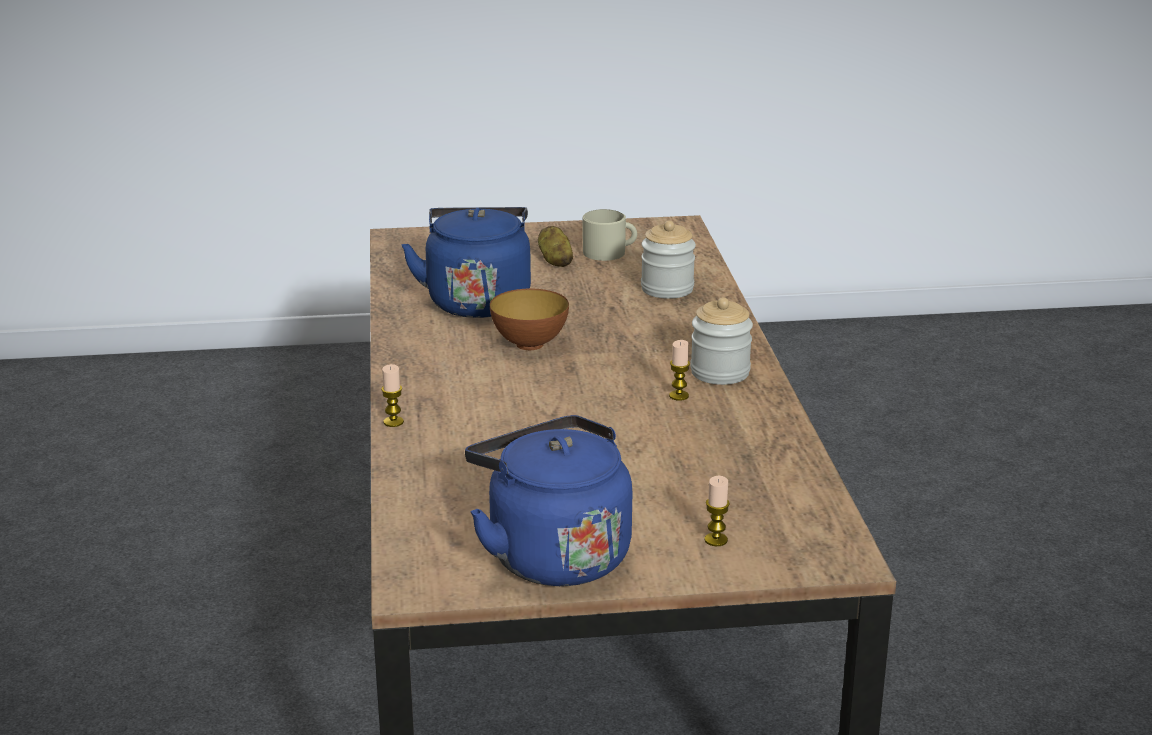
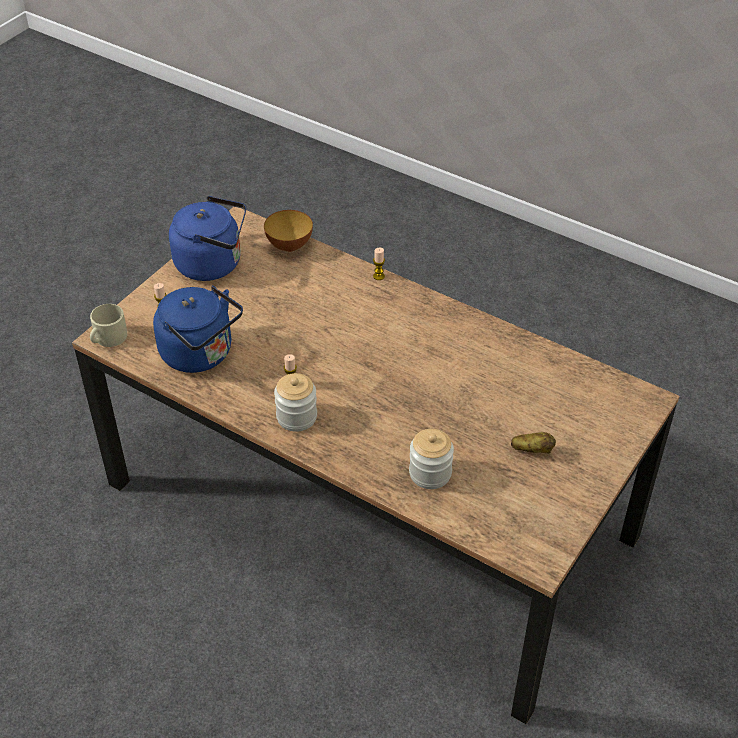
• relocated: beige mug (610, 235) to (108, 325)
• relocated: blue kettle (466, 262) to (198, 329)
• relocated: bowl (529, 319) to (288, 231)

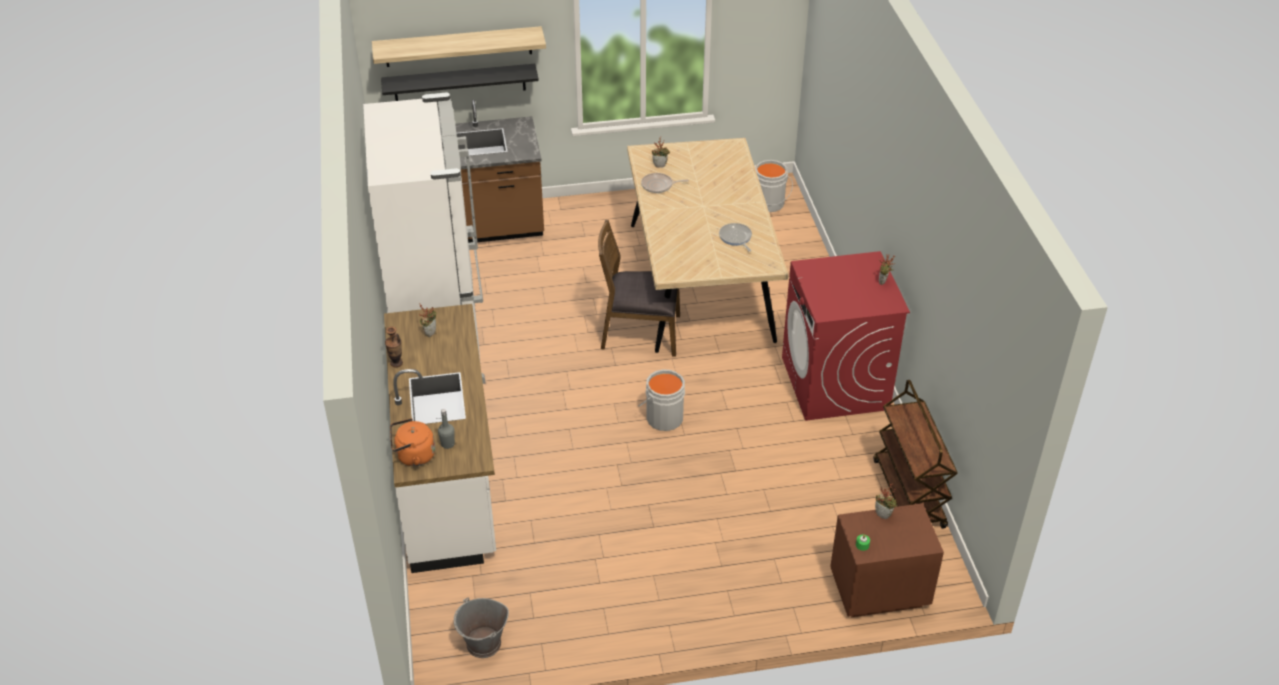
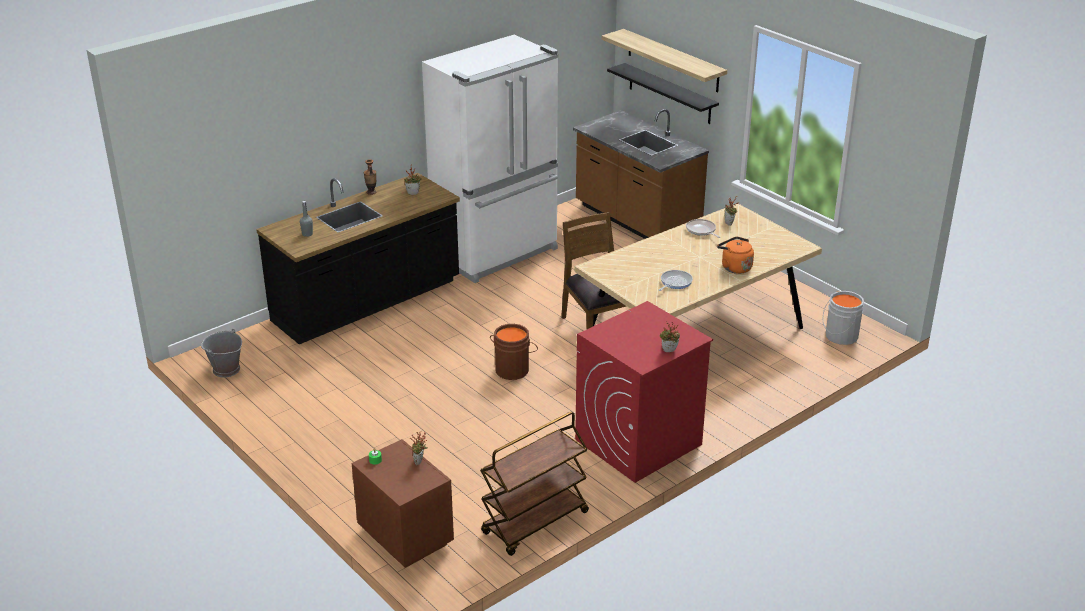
• colour: white counter (440, 438) to black counter (358, 258)
• colour: grey bucket (661, 400) to brown bucket (514, 352)
• relocated: orange kettle (412, 442) to (735, 255)

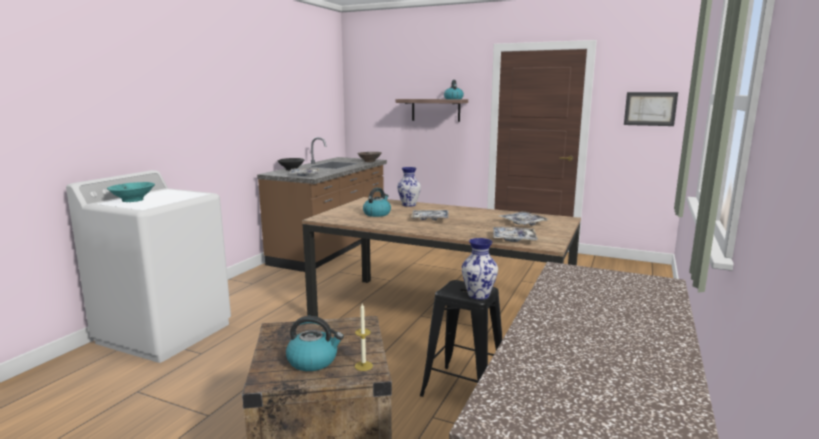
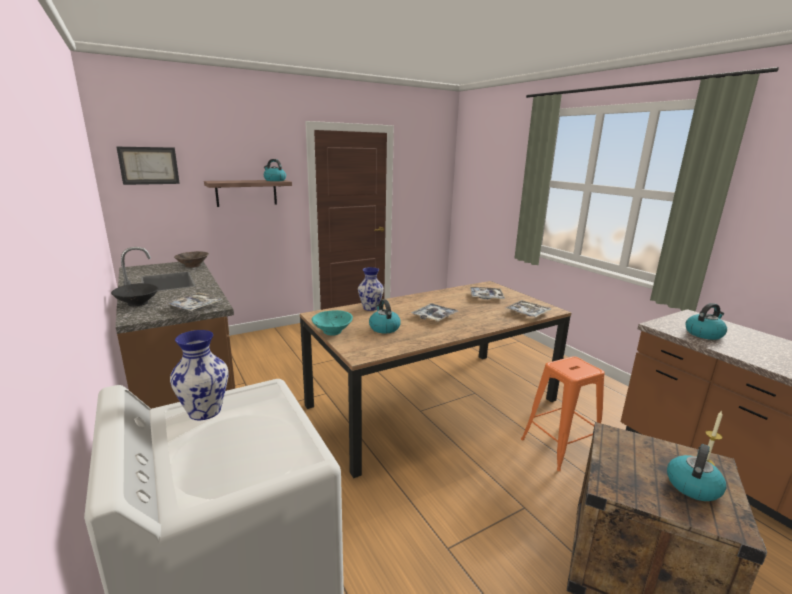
• relocated: picture (651, 109) to (148, 166)
• relocated: vase (480, 269) to (199, 375)
• relocated: turquoise bowl (131, 192) to (332, 323)
• colour: black stool (461, 338) to orange stool (563, 413)
• appeared: kettle (706, 321)

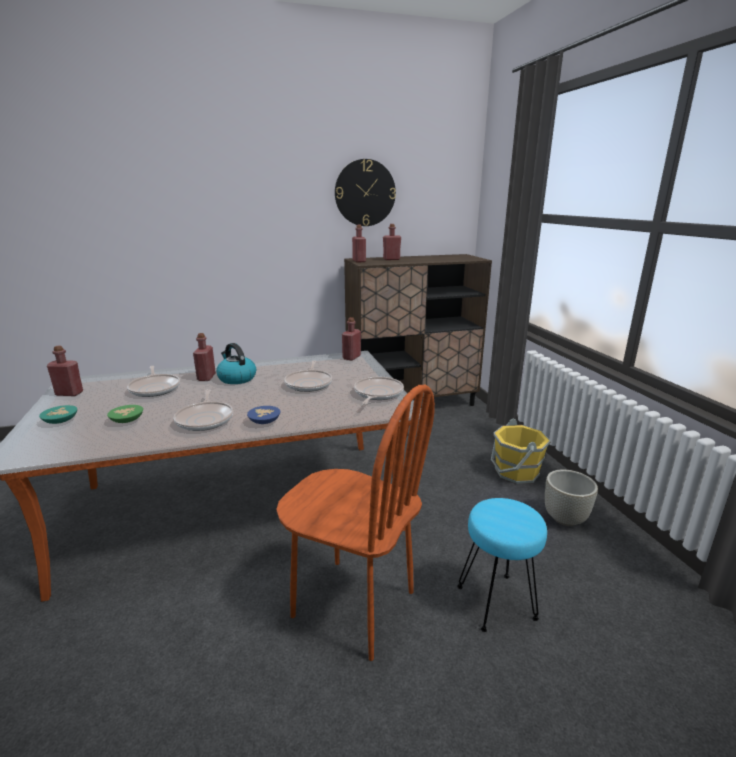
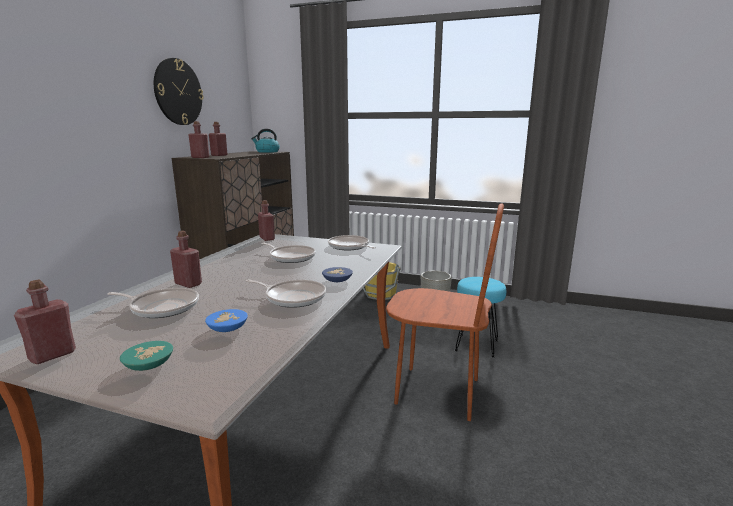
• colour: green bowl (125, 414) to blue bowl (226, 320)
• relocated: kettle (236, 363) to (265, 141)
• spun: brown chair (355, 523) = (445, 312) 45 degrees clockwise

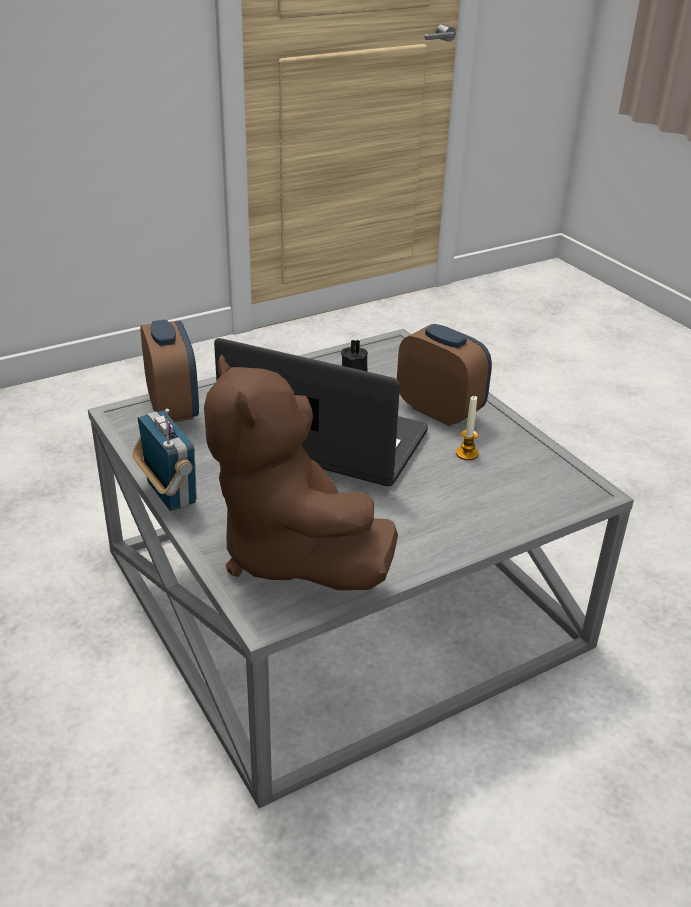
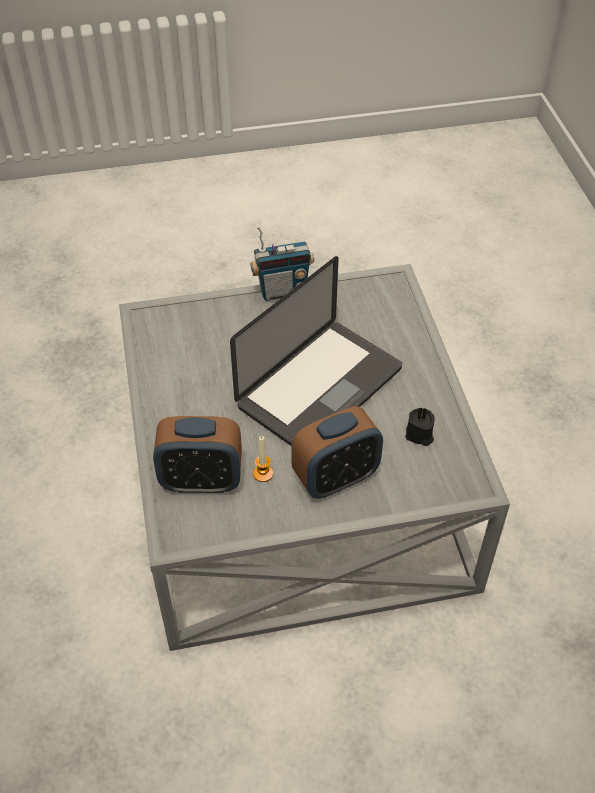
• relocated: alarm clock (169, 371) to (197, 454)
• missing: brown plush toy (301, 472)

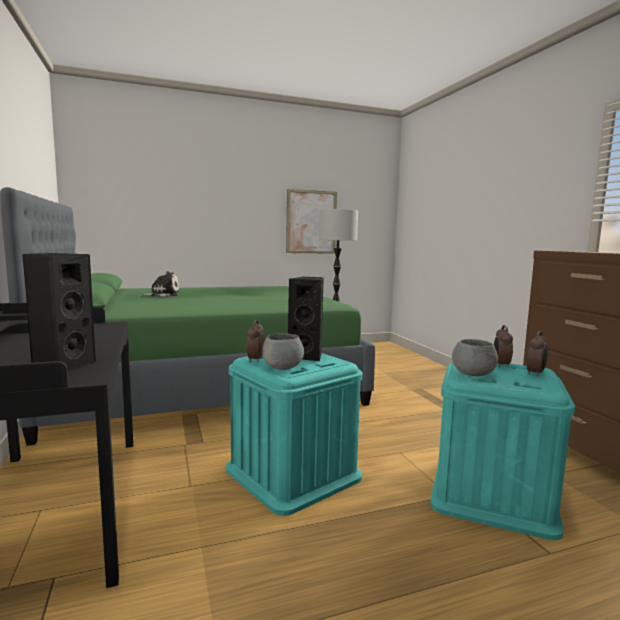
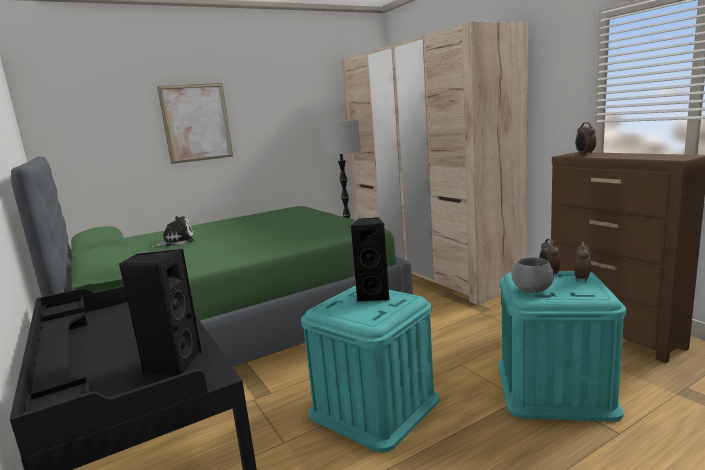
• relocated: picture (311, 221) to (195, 123)
• appeared: beige wardrobe (434, 163)
• relocated: alarm clock (255, 341) to (585, 138)
• missing: grey bowl (283, 351)

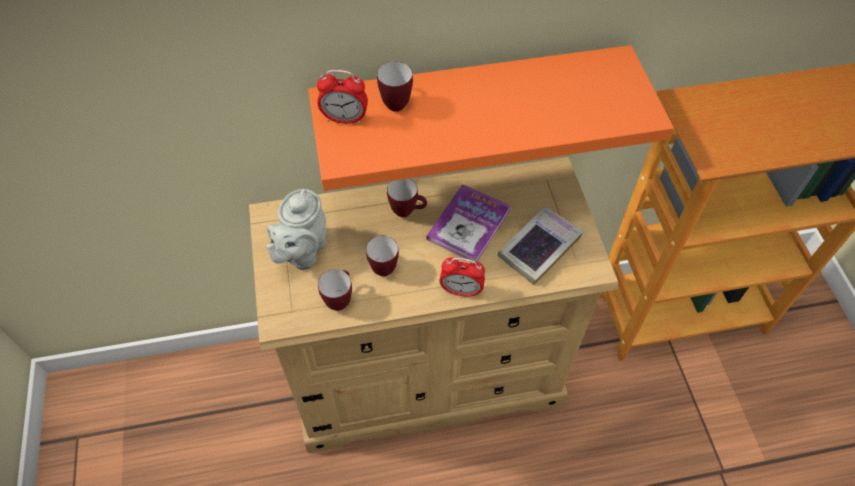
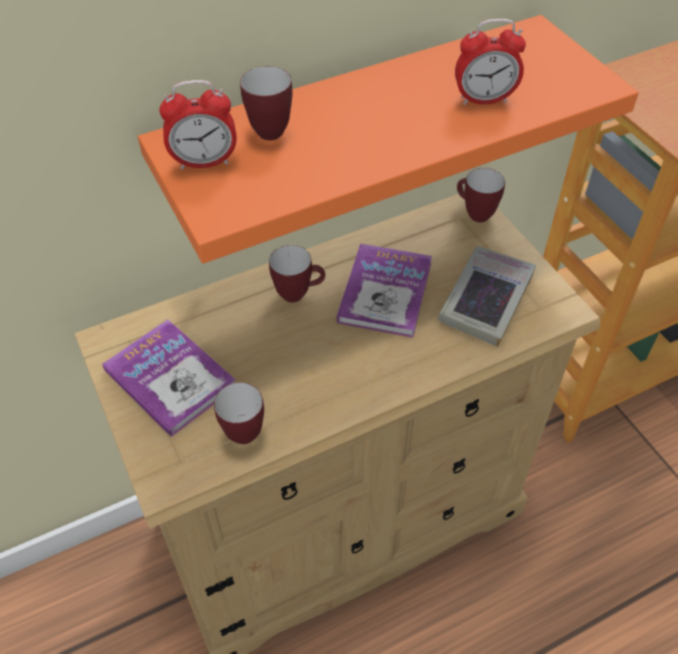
• exchanged: grey teapot (296, 229) to book (169, 378)
• relocated: alarm clock (462, 277) to (490, 62)
• relocated: mug (382, 256) to (481, 195)

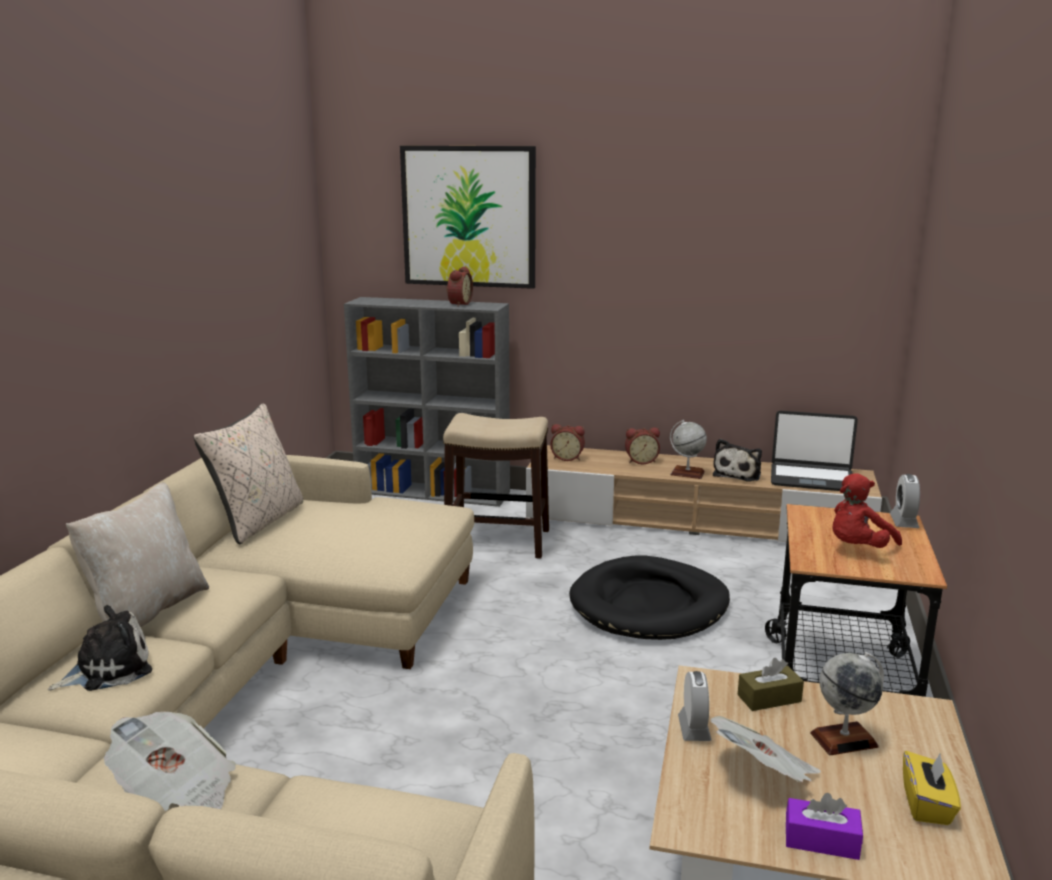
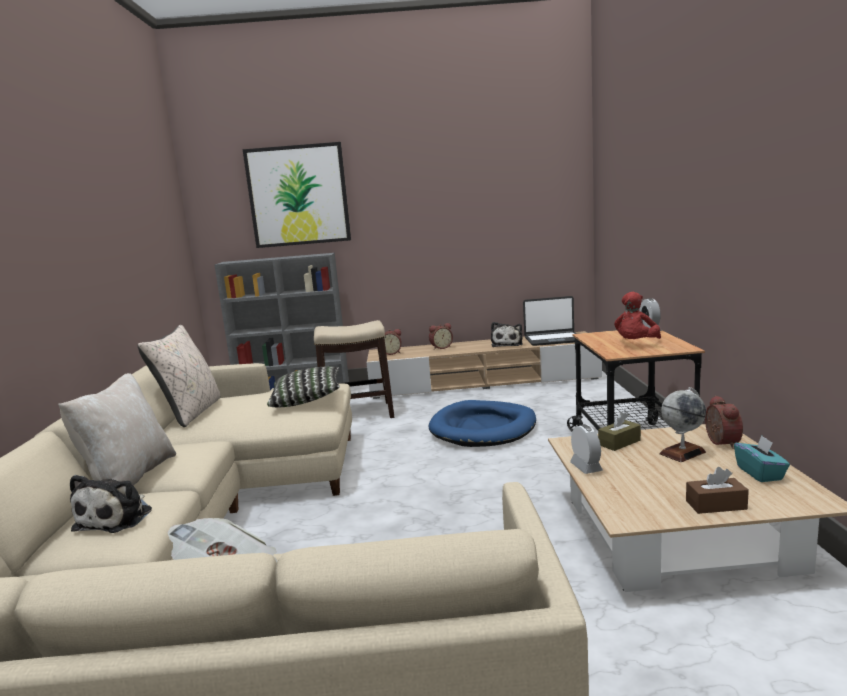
• spun: plush toy (100, 648) = (111, 504) 150 degrees clockwise
• appeared: pillow (303, 386)
• colour: black dog bed (649, 597) to blue dog bed (482, 423)
• colour: purple tissue box (824, 826) to brown tissue box (717, 490)
• relocated: alarm clock (459, 286) to (724, 422)
• colour: yellow tissue box (932, 788) to turquoise tissue box (762, 458)
• missing: globe (688, 449)
• missing: newspaper (765, 749)

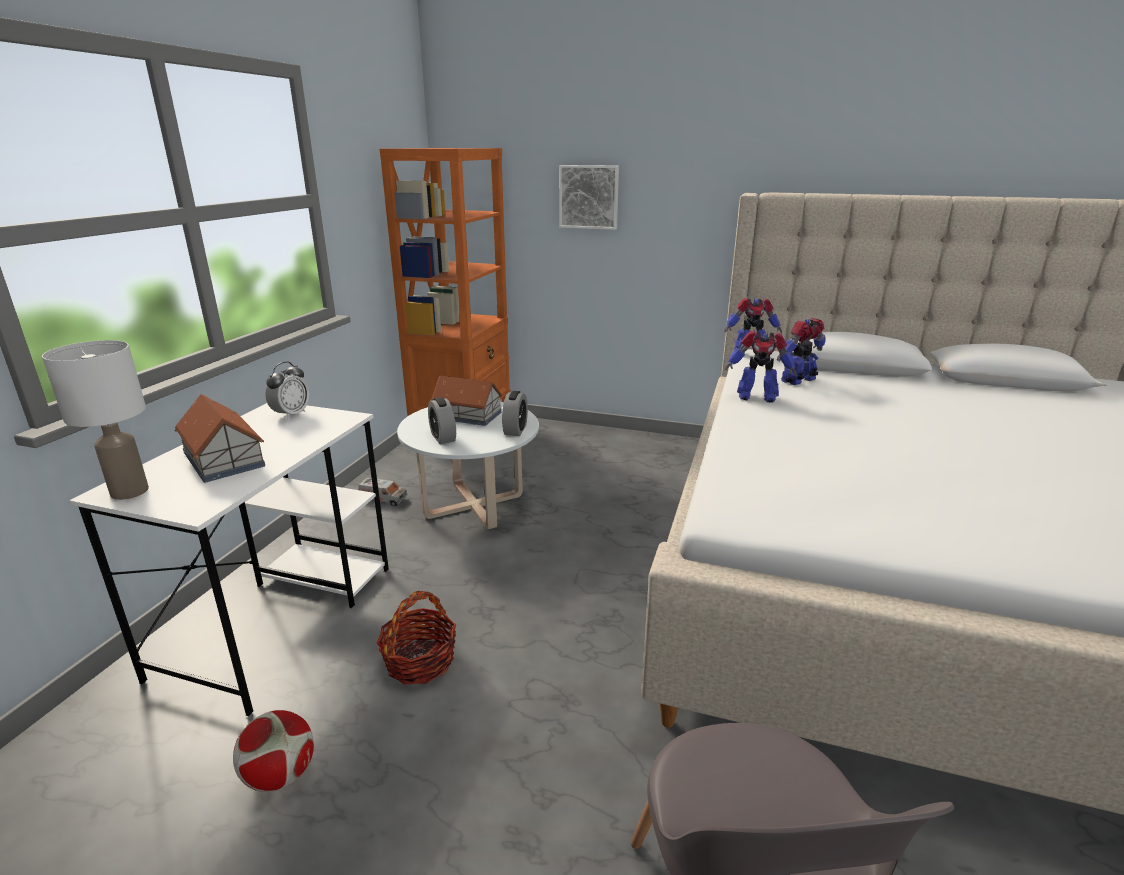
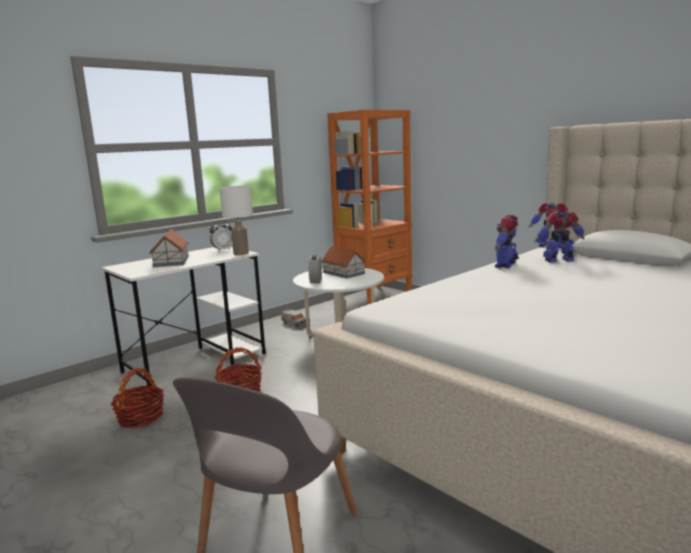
• exchanged: football (273, 751) to basket (137, 398)
• relocated: white table lamp (95, 420) to (236, 220)
• spun: toy robot (761, 366) = (506, 242) 75 degrees clockwise
• missing: alarm clock (515, 413)
• missing: picture (589, 197)

